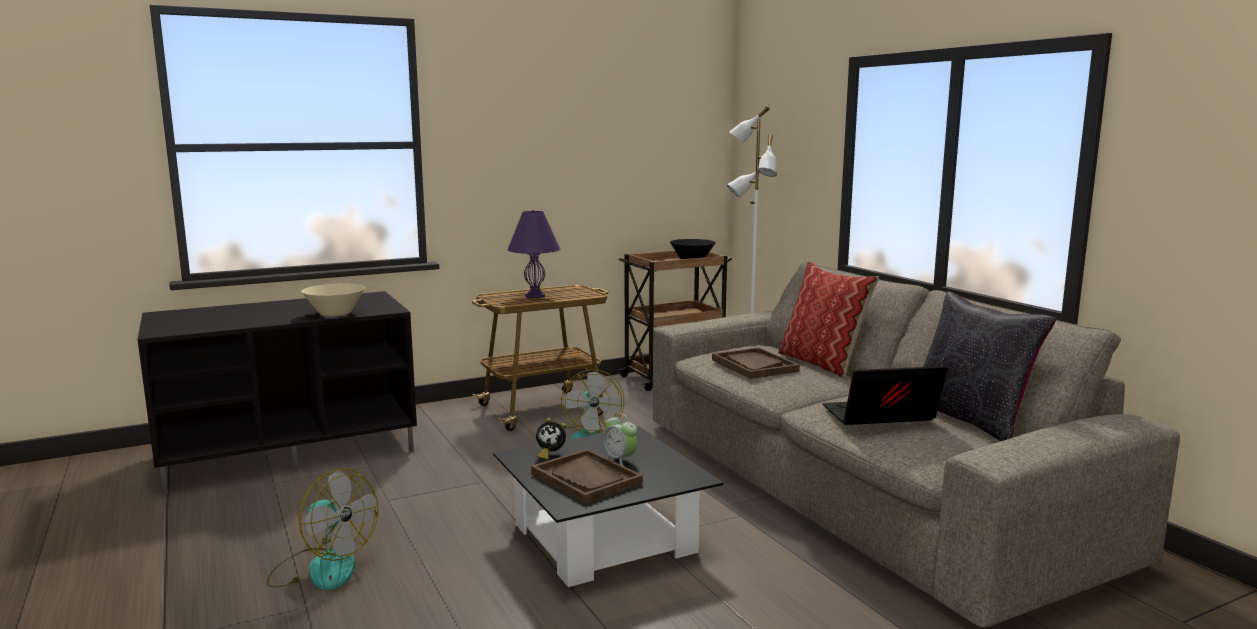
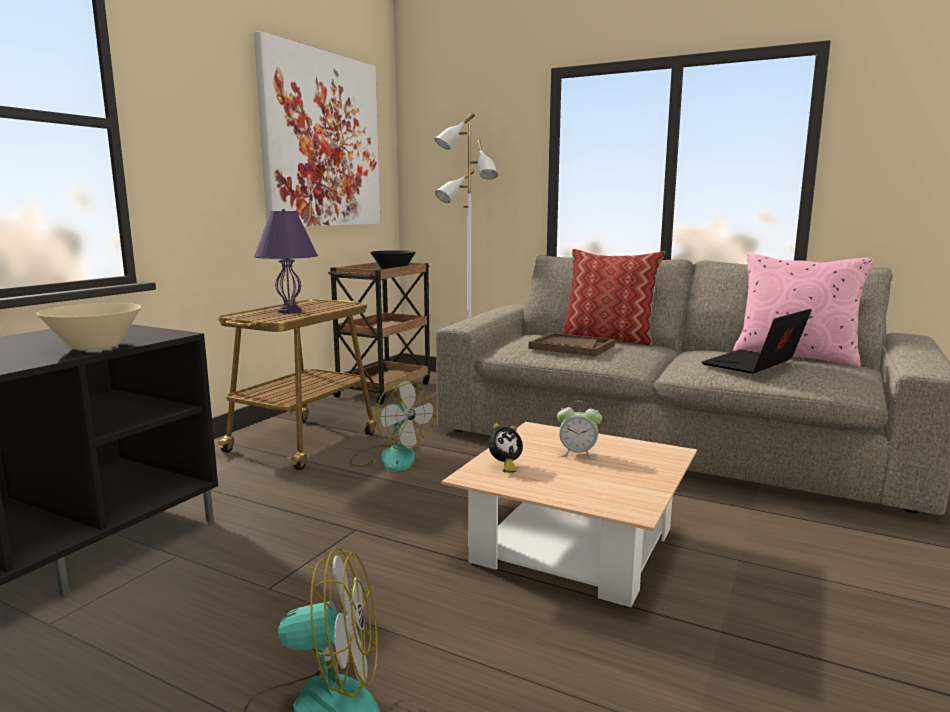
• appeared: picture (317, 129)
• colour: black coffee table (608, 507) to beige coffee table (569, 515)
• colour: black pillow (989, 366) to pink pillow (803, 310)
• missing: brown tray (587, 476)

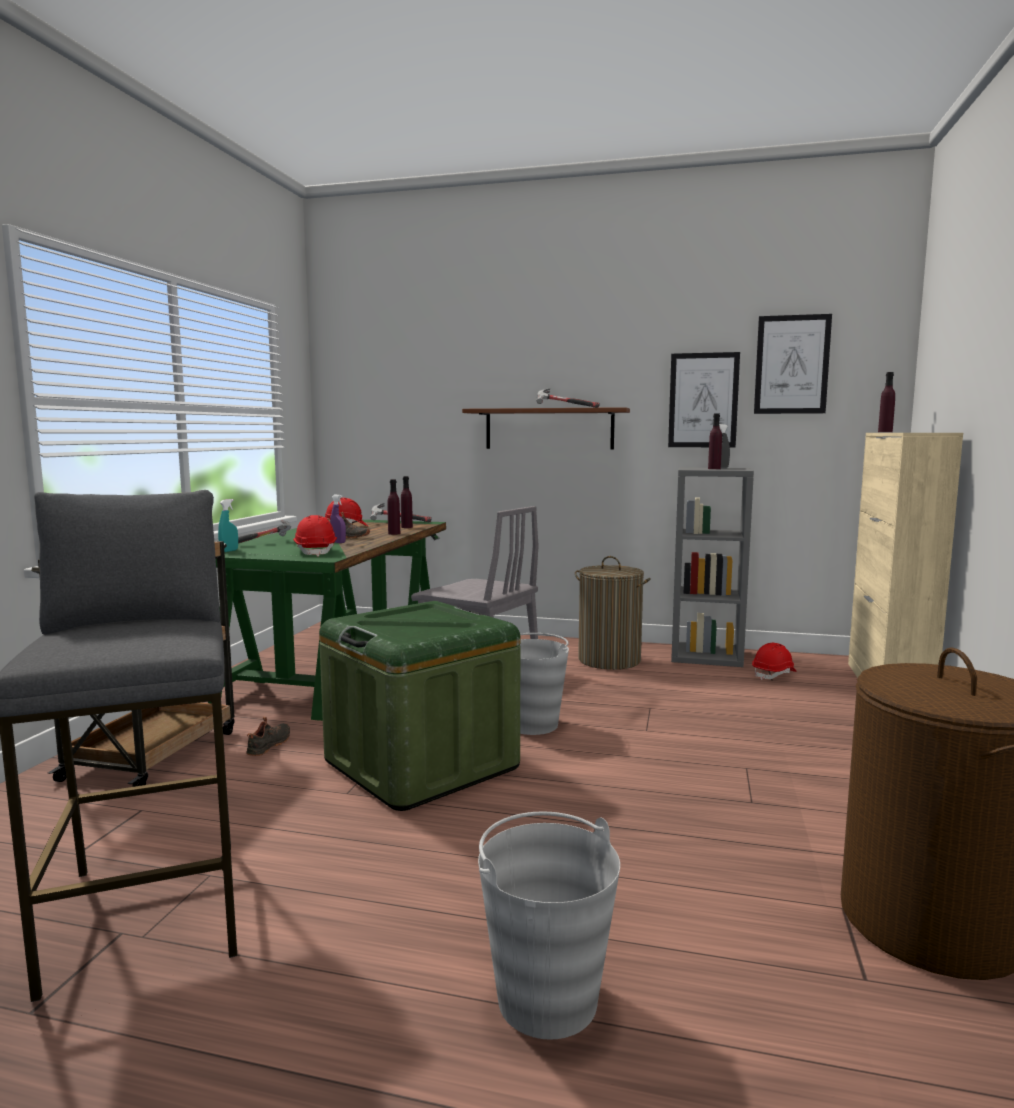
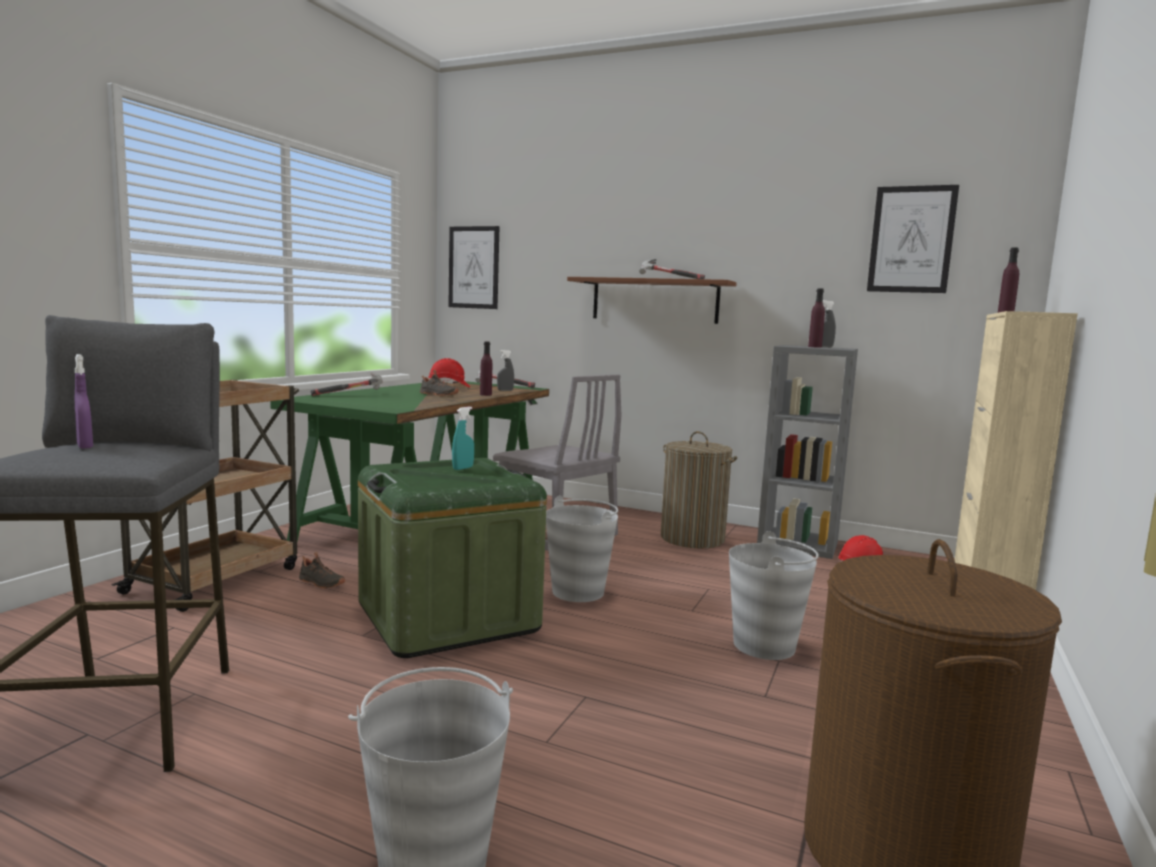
• relocated: purple spray bottle (338, 519) to (84, 401)
• spun: black shoe (268, 736) = (322, 570) 90 degrees clockwise
• relocated: picture (704, 400) to (474, 267)
• relocated: turquoise spray bottle (228, 525) to (463, 438)
• exchanged: purple bottle (407, 502) to grey spray bottle (505, 370)
• appeared: grey bucket (774, 595)
• missing: red hard hat (315, 536)

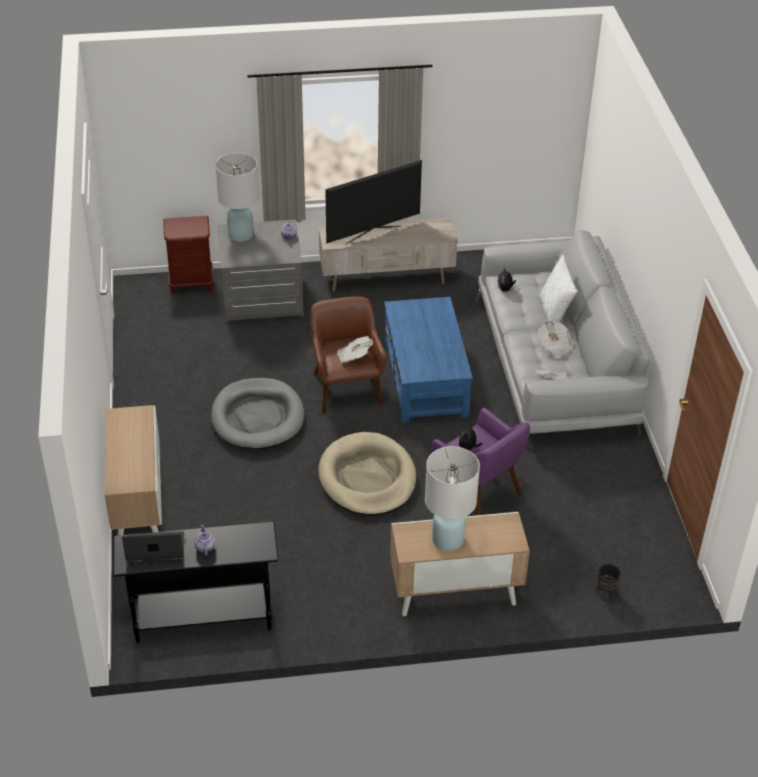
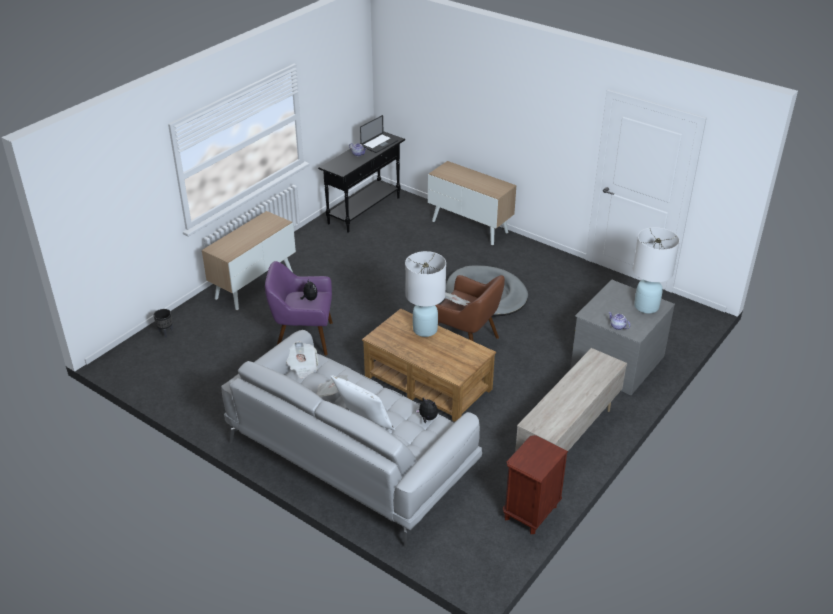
• colour: blue coffee table (428, 360) to brown coffee table (429, 365)
• relocated: white table lamp (452, 498) to (425, 294)
• relocated: brown nightstand (188, 255) to (535, 484)
• missing: beige dog bed (367, 474)
• missing: television (373, 202)

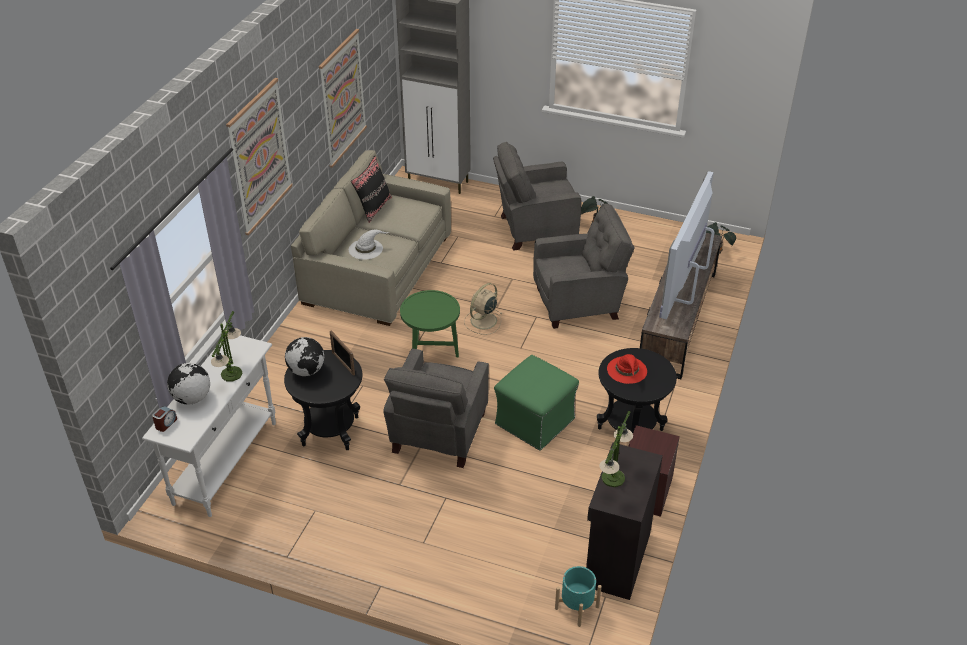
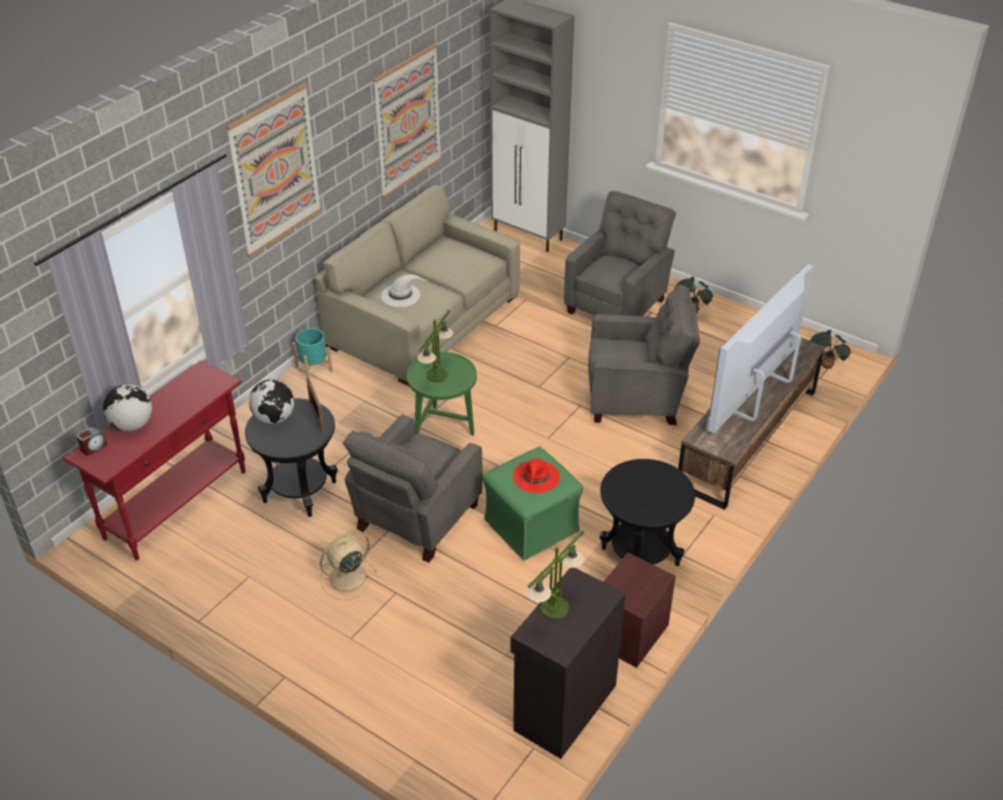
• colour: white console table (209, 426) to red console table (154, 460)
• relocated: turquoise planter (578, 596) to (312, 353)
• relocated: beige fan (483, 309) to (349, 566)
• relocated: table lamp (226, 346) to (435, 346)
• relocated: red hat (627, 369) to (536, 475)
• spun: grey armchair (537, 196) = (620, 253) 120 degrees clockwise
• missing: black pillow (371, 189)

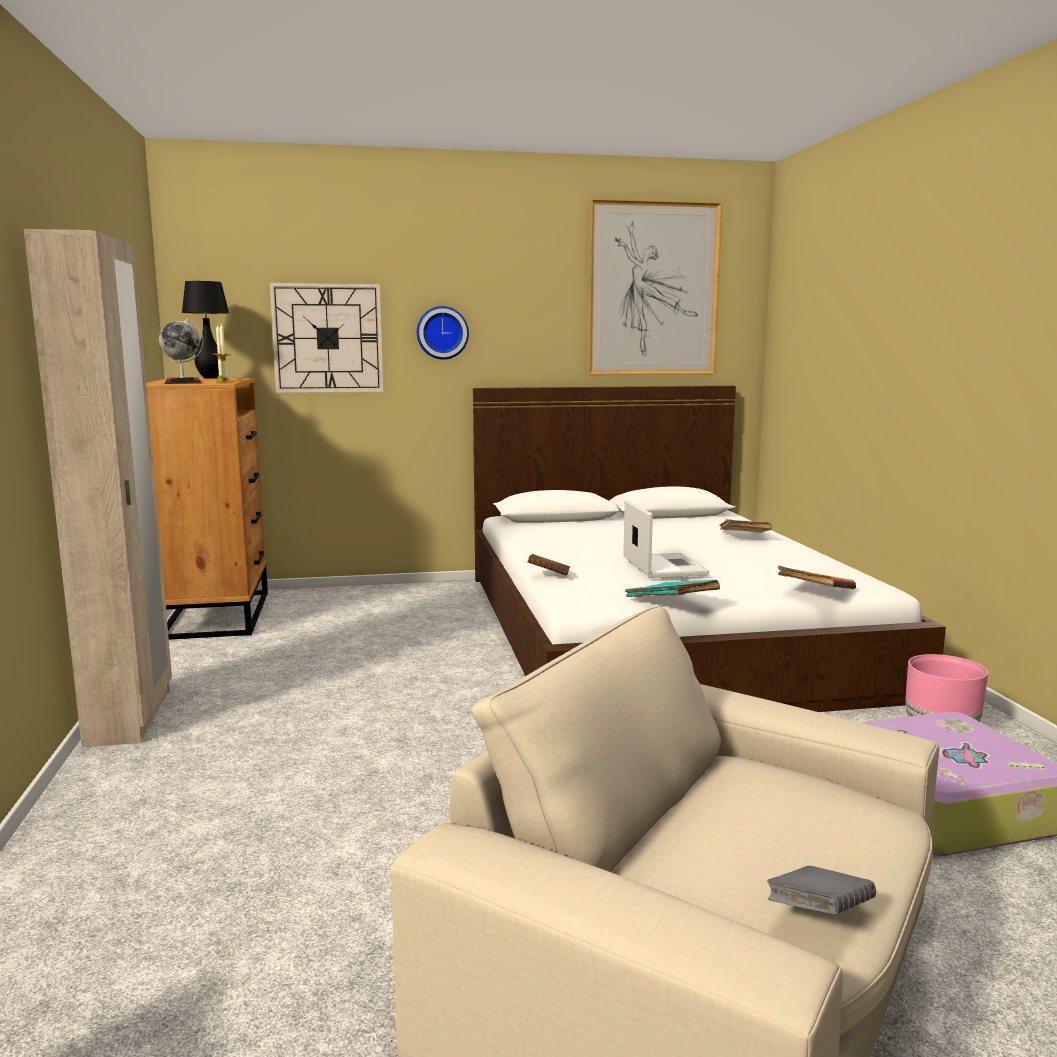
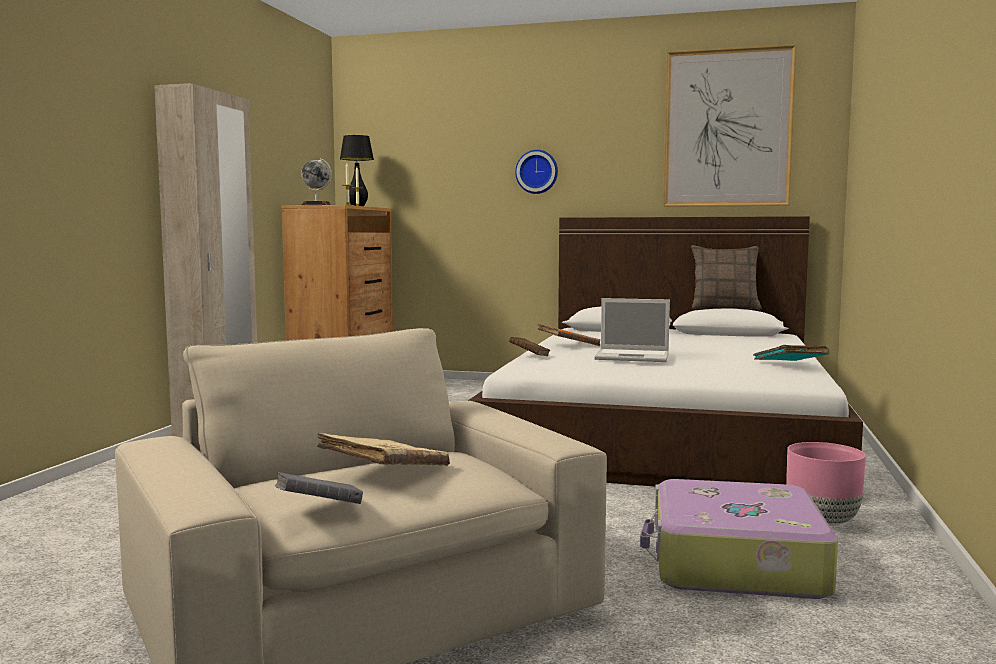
• relocated: beige book (746, 526) to (383, 449)
• relocated: orange book (817, 577) to (568, 334)
• spun: laptop (666, 539) = (632, 330) 90 degrees clockwise
• appeared: pillow (726, 277)
• relocated: turquoise book (672, 589) to (791, 353)
• missing: wall clock (326, 338)

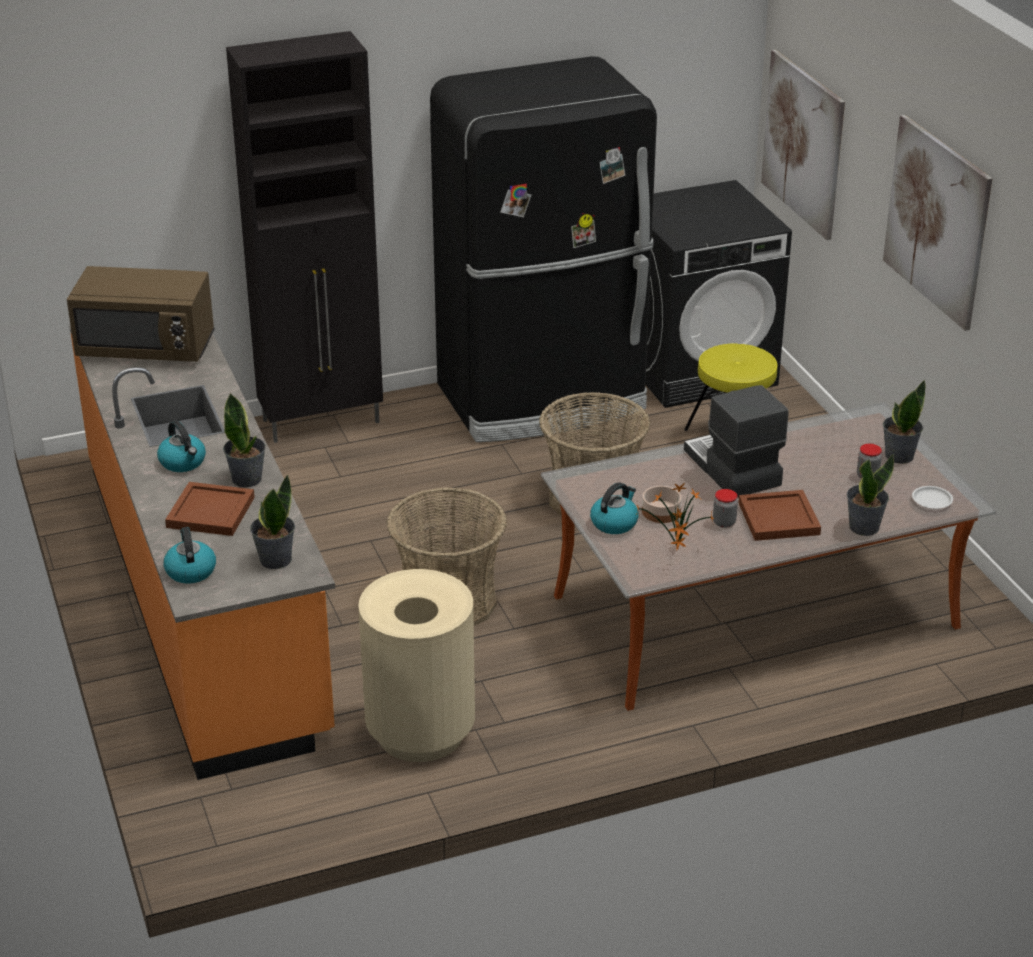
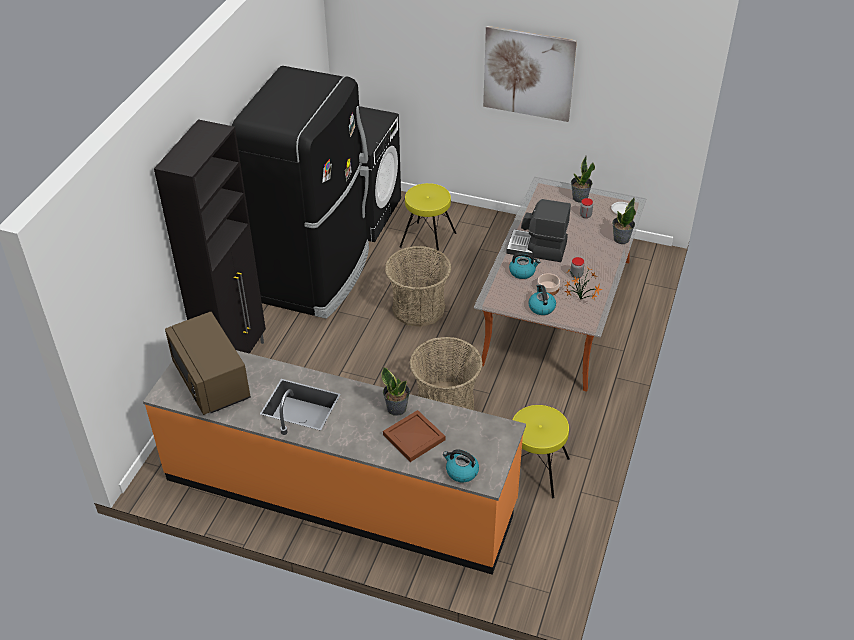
• spun: brown microwave (141, 314) = (208, 363) 105 degrees clockwise
• relocated: kettle (181, 446) to (524, 265)
• exchanged: beige trash can (416, 665) to yellow stool (541, 451)
• missing: potted plant (272, 522)
• missing: brown tray (779, 515)
• missing: picture (803, 145)

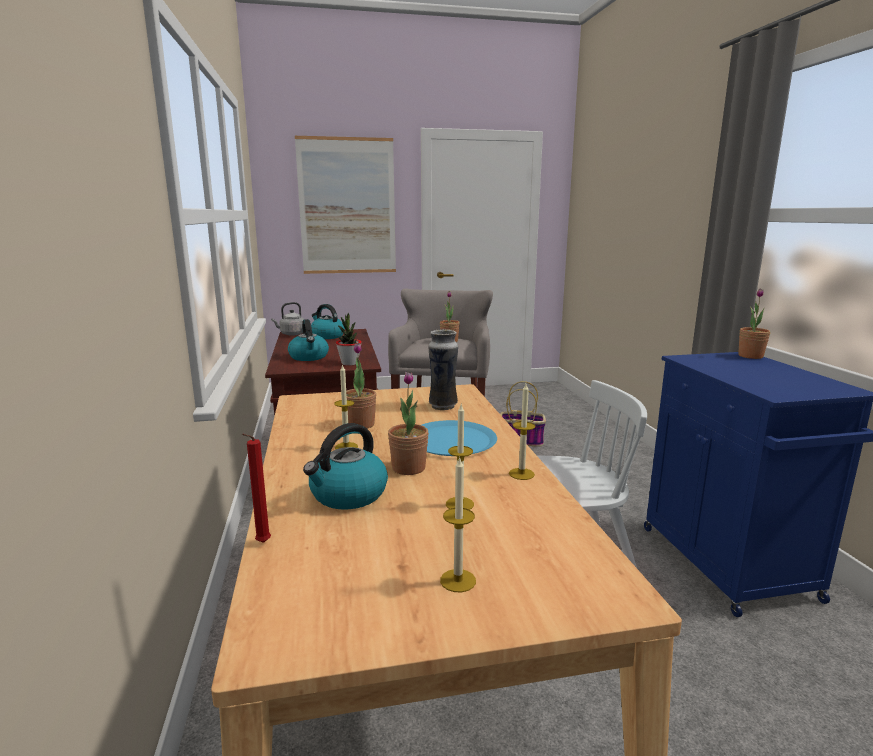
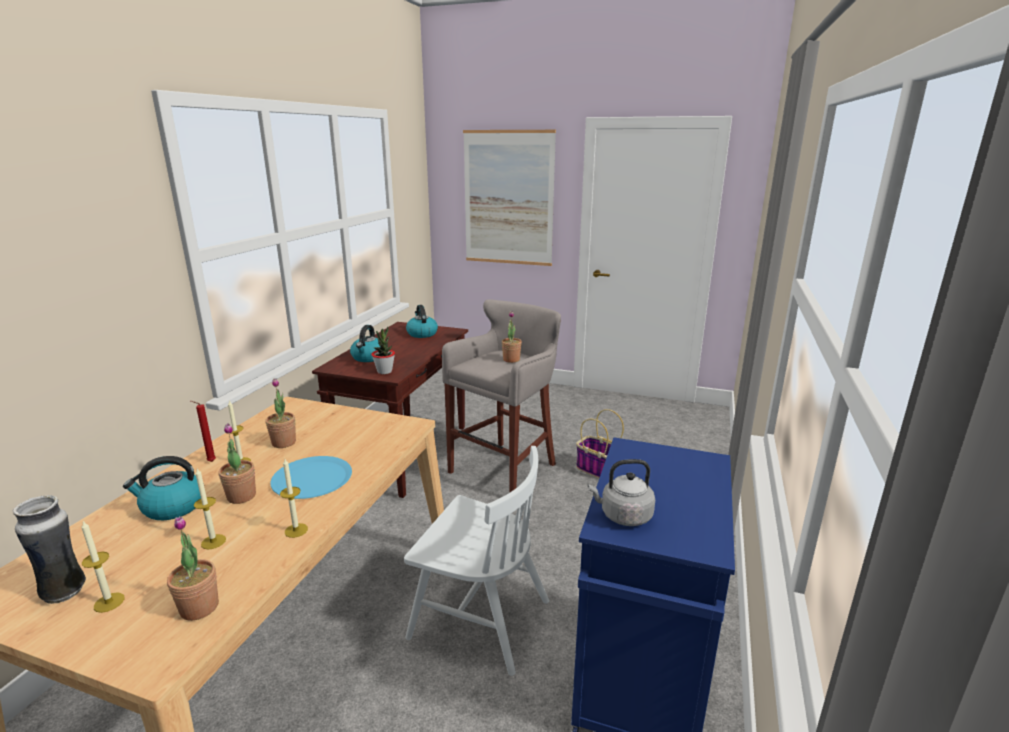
• relocated: vase (443, 369) to (49, 549)
• relocated: potted plant (754, 323) to (193, 568)
• relocated: red candle (256, 488) to (203, 431)
• relocated: grey kettle (288, 319) to (621, 492)

